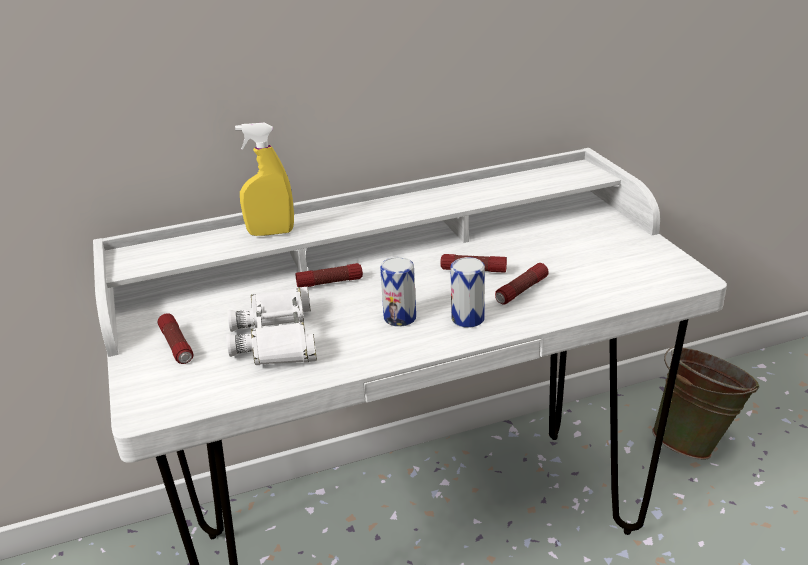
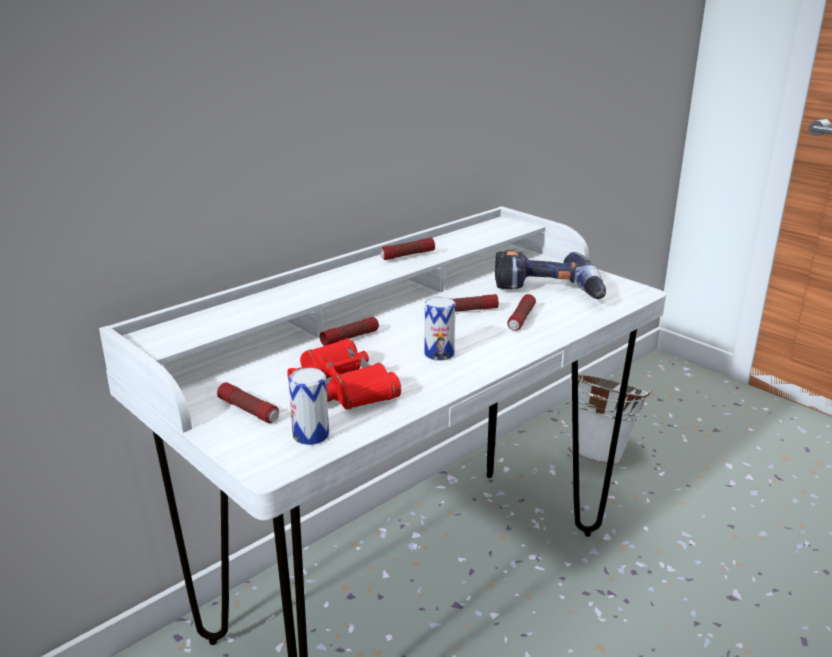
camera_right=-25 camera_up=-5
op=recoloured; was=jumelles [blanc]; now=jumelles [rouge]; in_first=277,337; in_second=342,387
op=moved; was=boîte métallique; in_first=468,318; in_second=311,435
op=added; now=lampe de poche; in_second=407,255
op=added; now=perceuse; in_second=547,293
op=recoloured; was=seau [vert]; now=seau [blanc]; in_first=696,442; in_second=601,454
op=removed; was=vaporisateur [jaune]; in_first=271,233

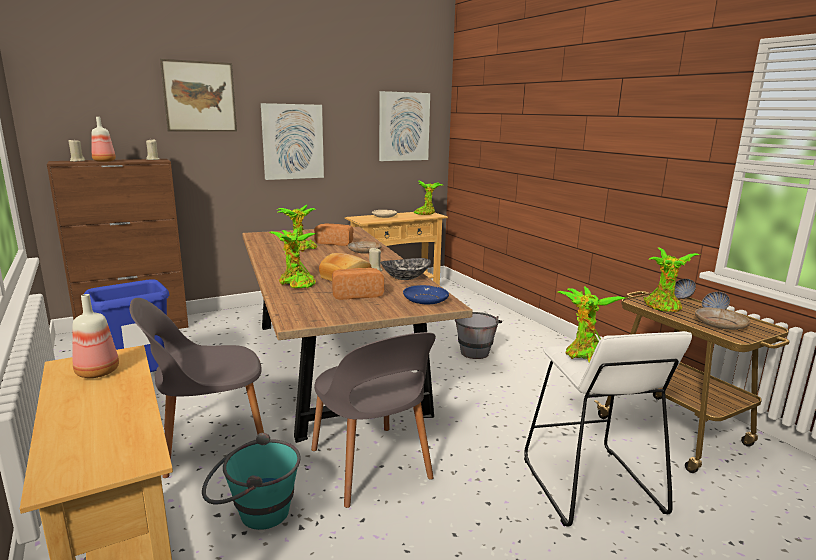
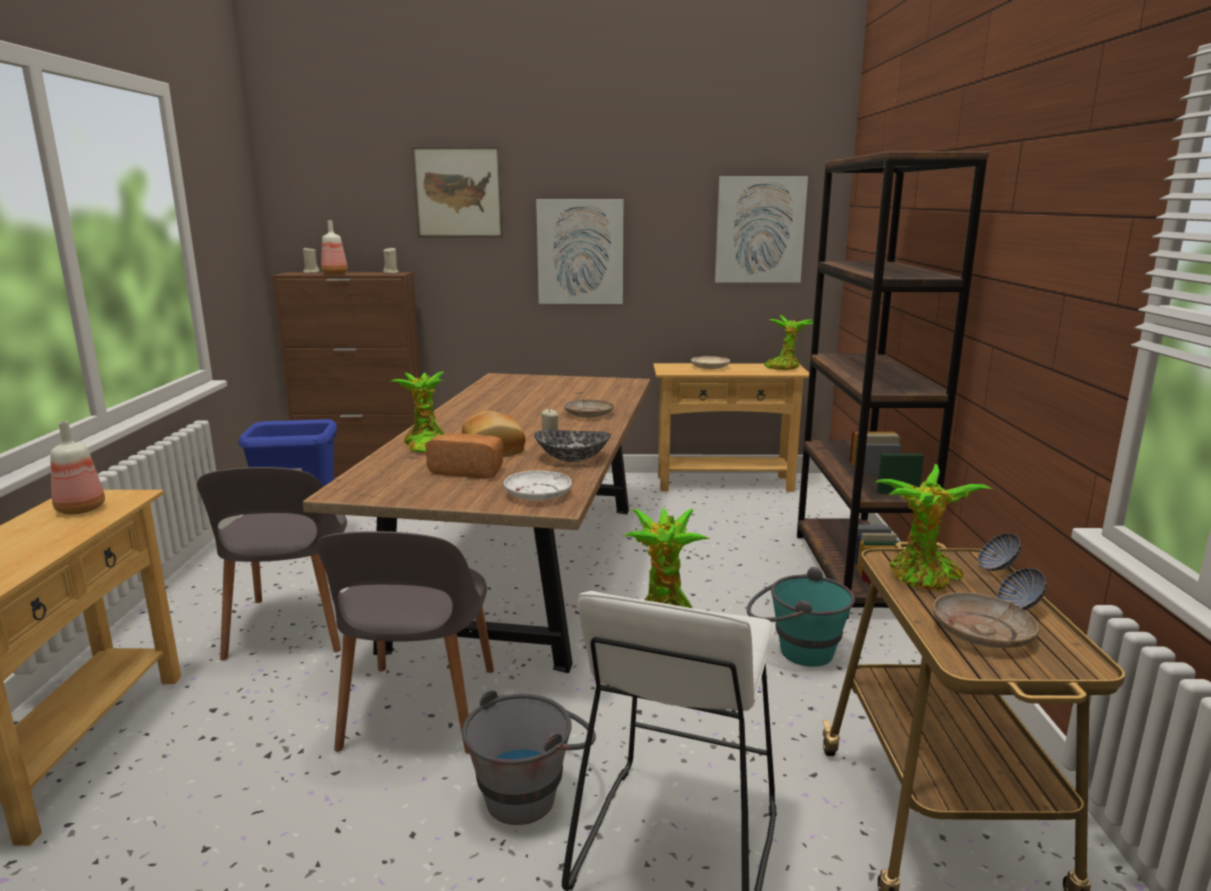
camera_right=30 camera_up=0
op=turned; was=chaise [gris]; in_first=210,443; in_second=293,627; clockwise=-105
op=moved; was=seau [gris]; in_first=475,350; in_second=531,791
op=recoloured; was=assiette [bleu]; now=assiette [blanc]; in_first=425,300; in_second=538,494
op=moved; was=seau [turquoise]; in_first=254,514; in_second=794,650
op=added; now=bibliothèque [marron]; in_second=854,573
op=removed; was=plante en pot; in_first=301,249
op=removed; was=pain; in_first=335,243

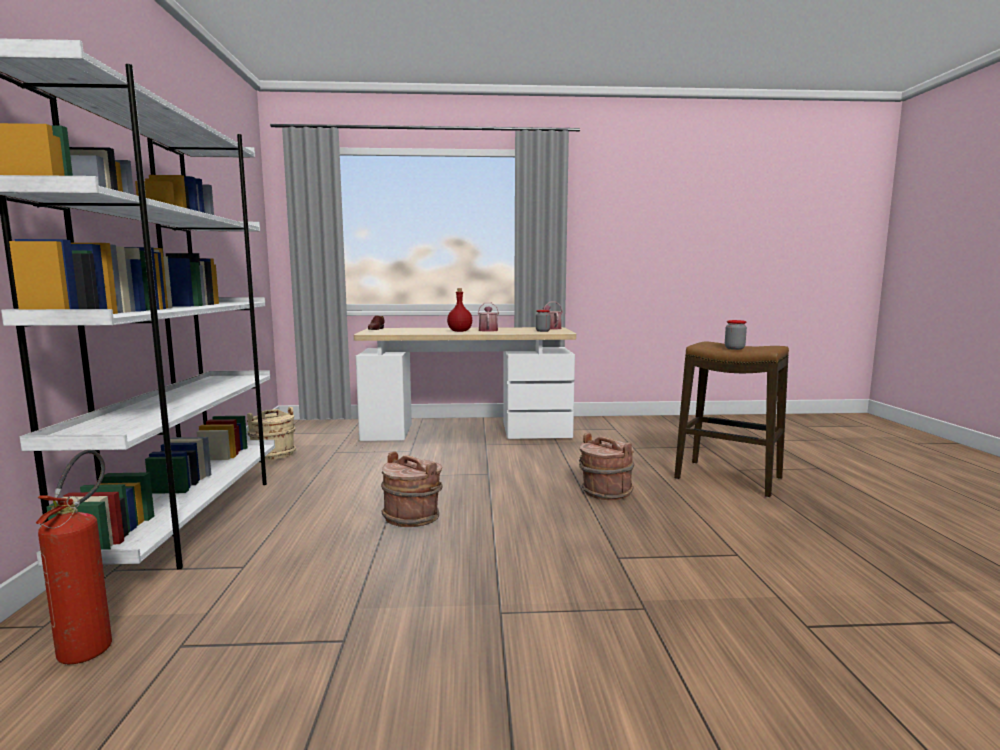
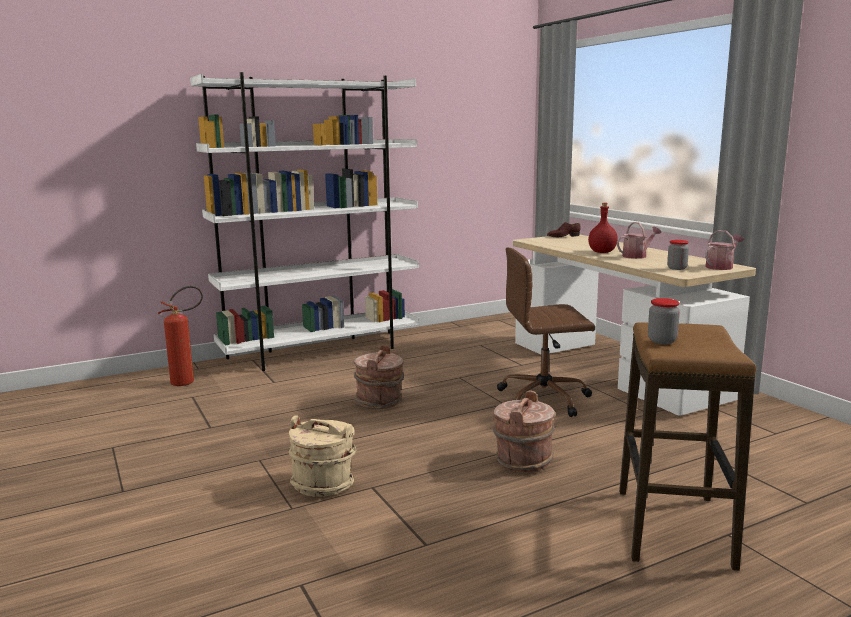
camera_right=65 camera_up=5
op=moved; was=seau [beige]; in_first=273,455; in_second=323,484
op=added; now=chaise de bureau [marron]; in_second=545,398

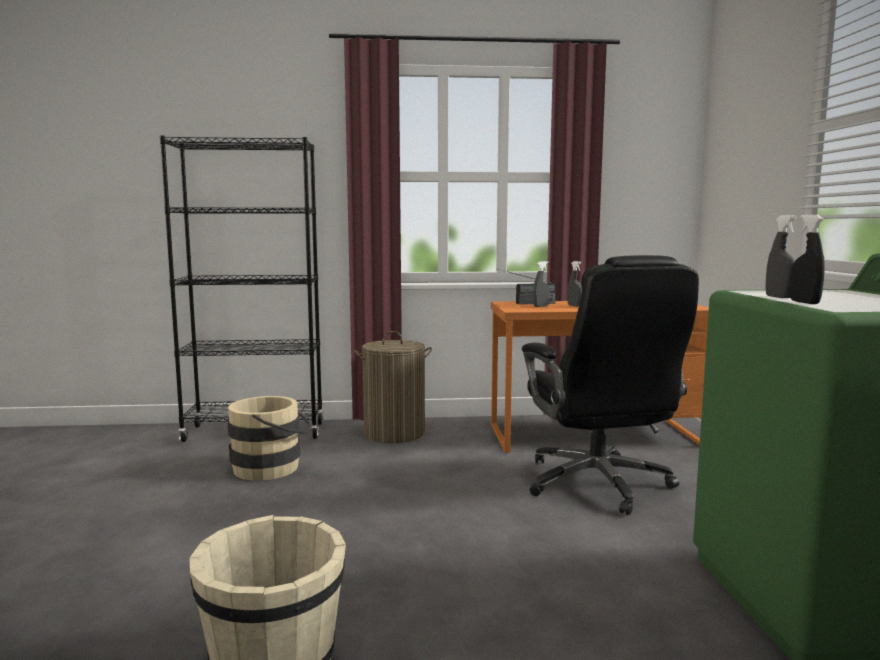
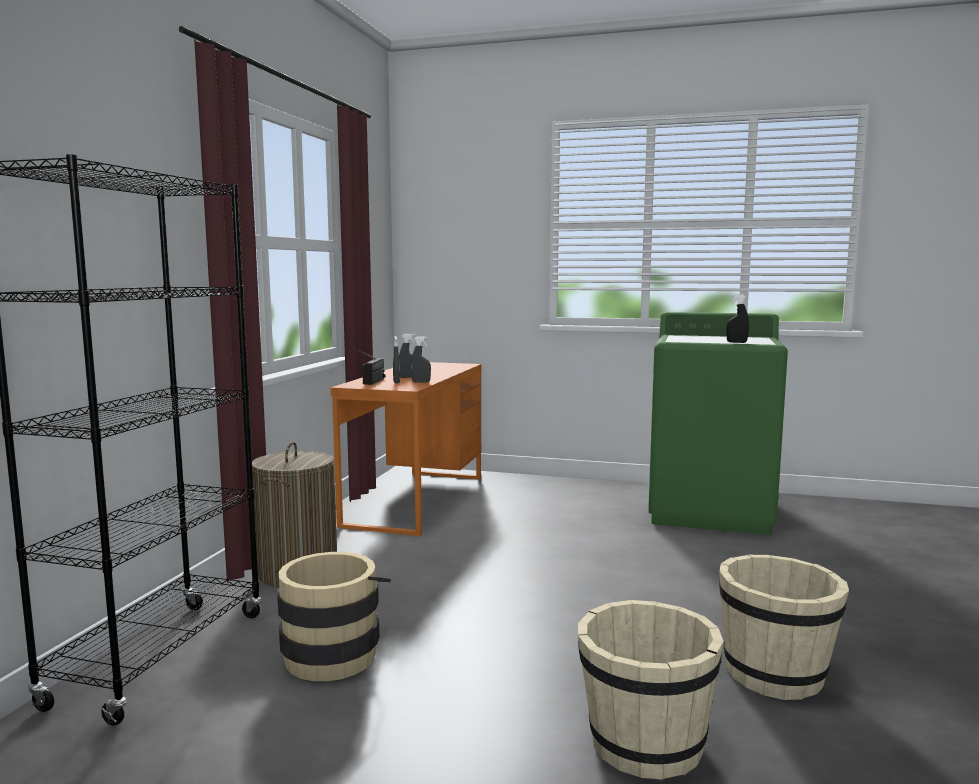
camera_right=-70 camera_up=0
op=moved; was=vaporisateur [gris]; in_first=778,297; in_second=421,382
op=added; now=seau [beige]; in_second=644,744
op=removed; was=chaise de bureau [noir]; in_first=598,484

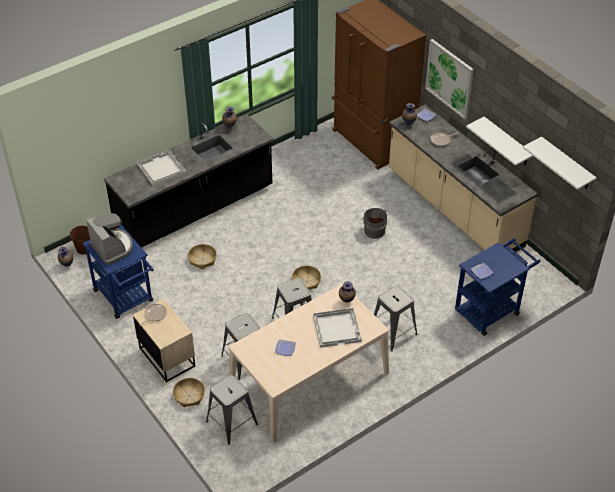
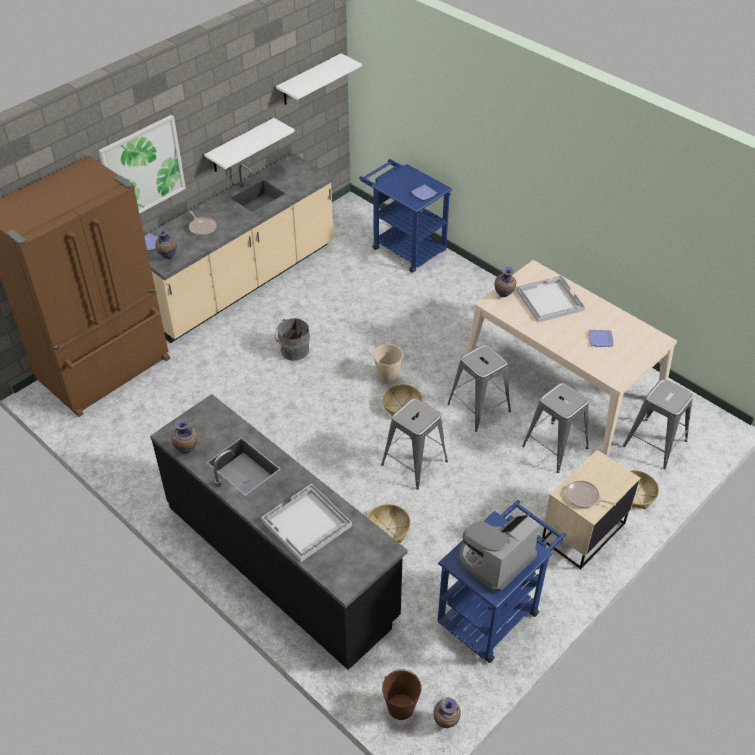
camera_right=-100 camera_up=0
op=added; now=seau [beige]; in_second=388,376
op=moved; was=tabouret [gris]; in_first=392,332; in_second=414,463

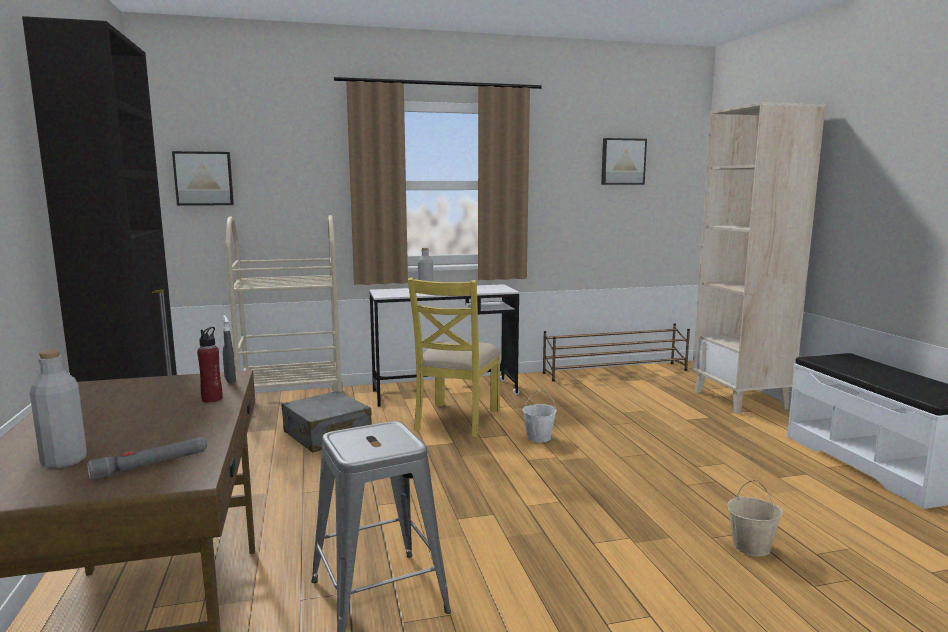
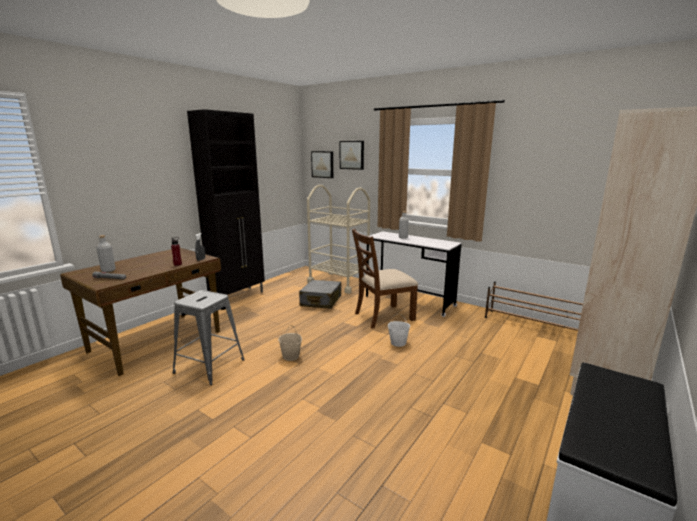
camera_right=50 camera_up=5
op=moved; was=seau [beige]; in_first=751,547; in_second=291,356
op=moved; was=tableau; in_first=622,161; in_second=352,155
op=recoloured; was=chaise [jaune]; now=chaise [marron]; in_first=456,419; in_second=383,316

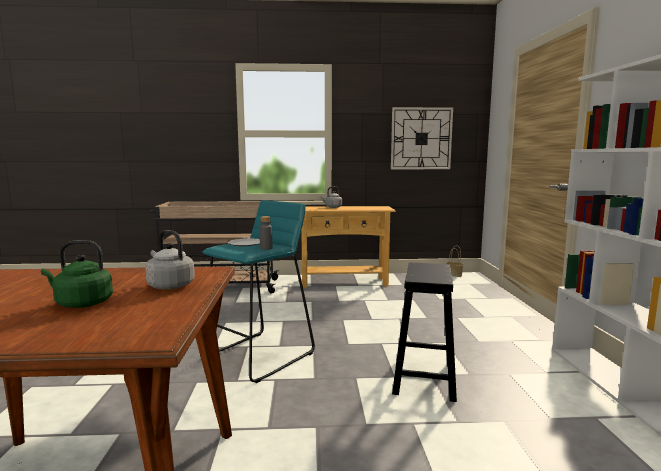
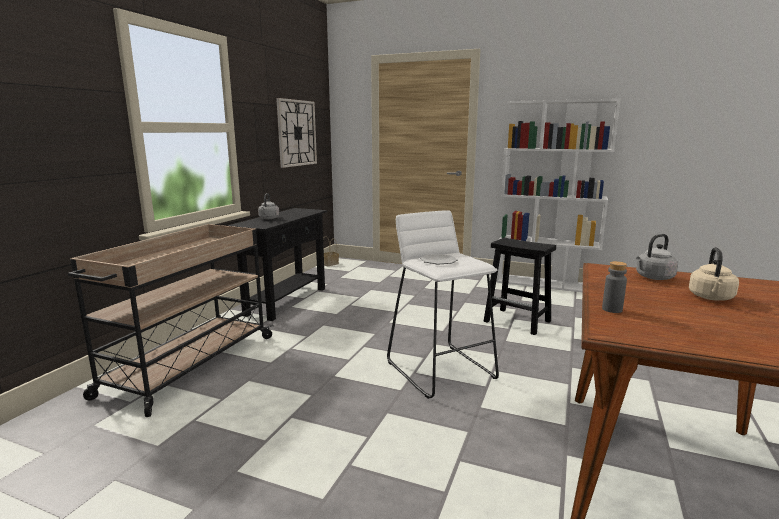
camera_right=-65 camera_up=5
op=recoloured; was=table console [beige]; now=table console [noir]; in_first=344,282; in_second=286,301
op=recoloured; was=tabouret [turquoise]; now=tabouret [blanc]; in_first=259,356; in_second=441,369
op=moved; was=bouteille [gris]; in_first=266,248; in_second=612,309
op=recoloured; was=bouilloire [vert]; now=bouilloire [beige]; in_first=81,303; in_second=711,298

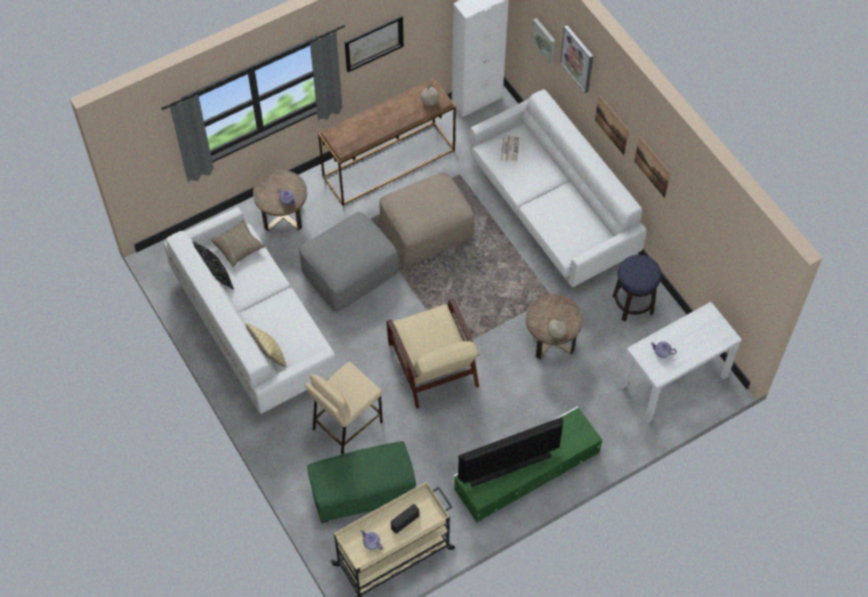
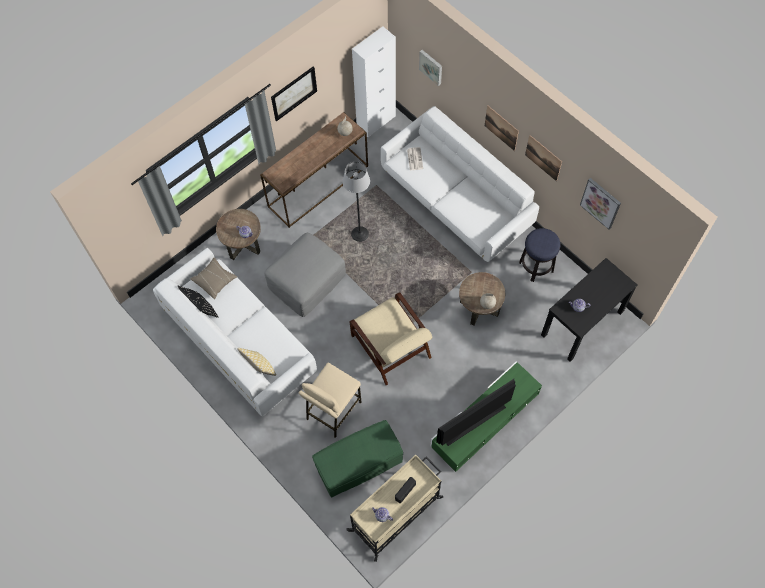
camera_right=-10 camera_up=5
op=replaced; was=pouf [beige]; now=lampadaire; in_first=426,228; in_second=360,234
op=recoloured; was=table console [blanc]; now=table console [noir]; in_first=673,381; in_second=582,323
op=moved; was=tableau; in_first=577,58; in_second=600,203

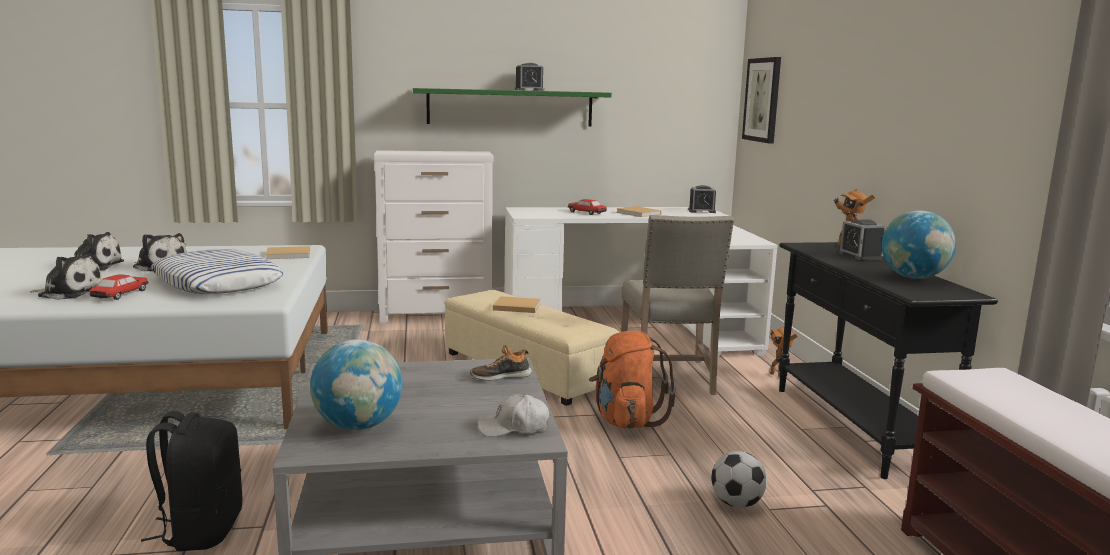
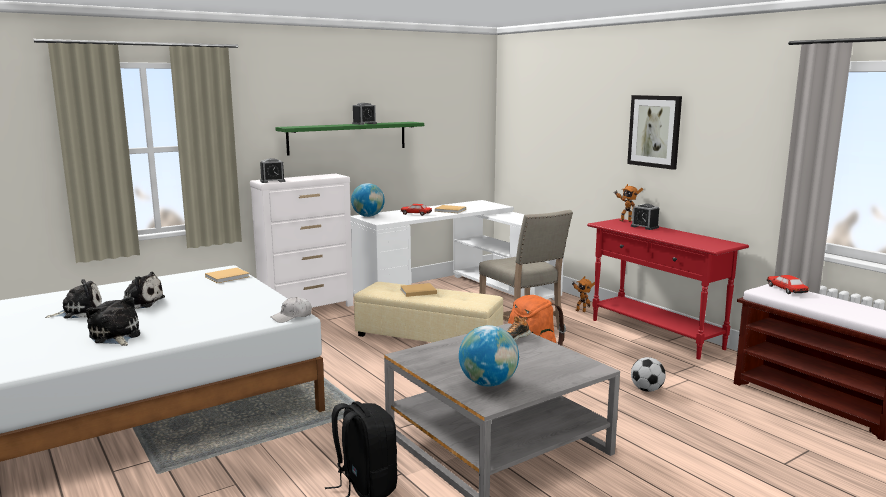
camera_right=-25 camera_up=0
op=turned; was=peluche; in_first=69,292; in_second=115,336; clockwise=-105
op=moved; was=réveil; in_first=701,211; in_second=272,181
op=moved; was=casquette [blanc]; in_first=514,428; in_second=292,317
op=moved; was=globe; in_first=913,277; in_second=368,216
op=recoloured; was=table console [noir]; now=table console [rouge]; in_first=855,428; in_second=656,334
op=moved; was=tableau; in_first=762,100; in_second=654,131
op=moved; was=petite voiture; in_first=120,295; in_second=786,290
op=removed; was=coussin; in_first=218,282

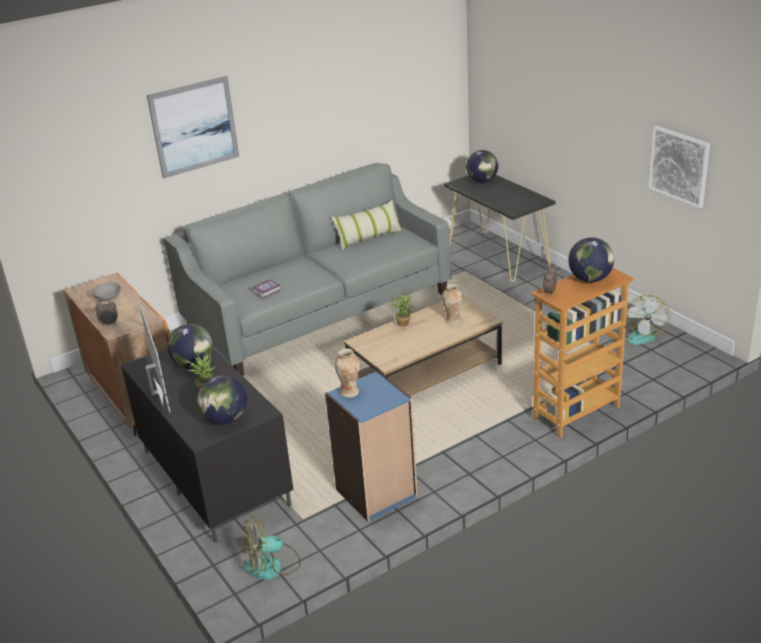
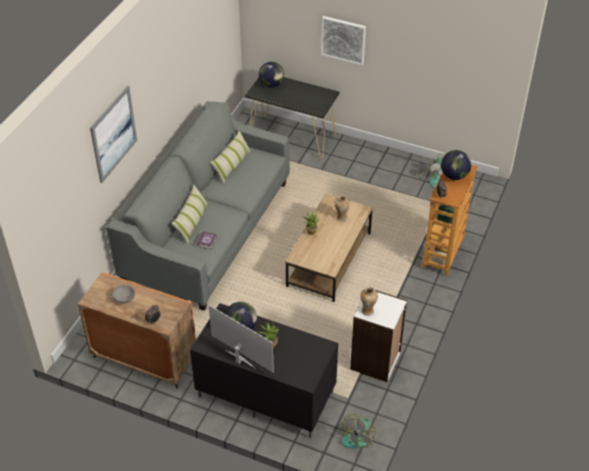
camera_right=-35 camera_up=15
op=added; now=coussin; in_second=192,222
op=moved; was=tableau; in_first=679,166; in_second=343,40
op=recoloured; was=bibliothèque [bleu]; now=bibliothèque [blanc]; in_first=377,494; in_second=376,361
op=removed; was=globe; in_first=225,419

